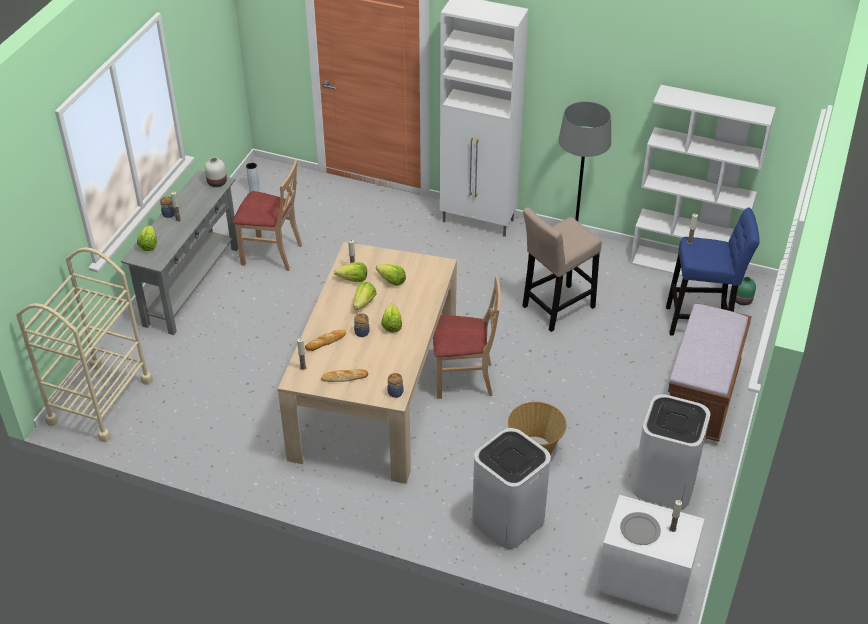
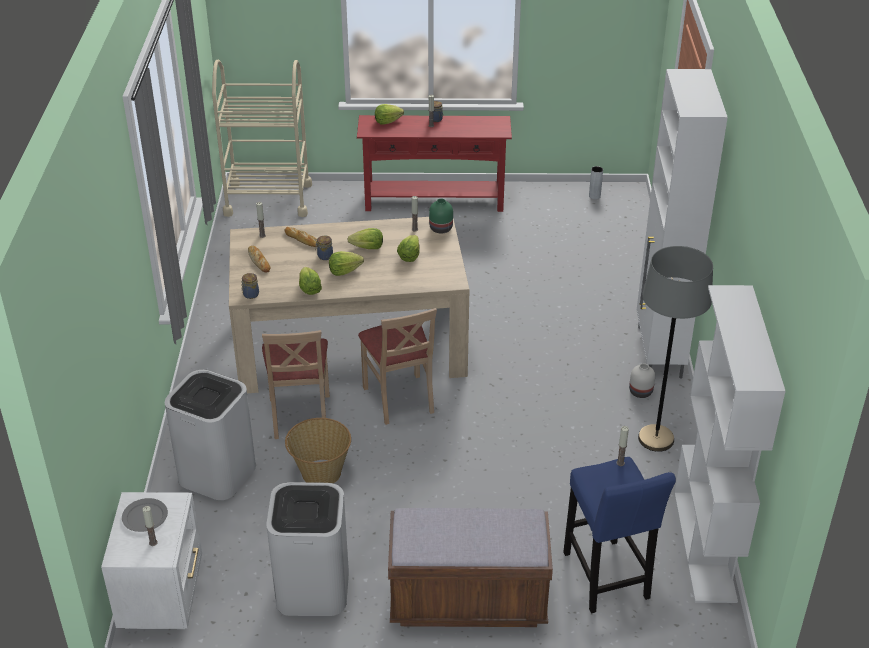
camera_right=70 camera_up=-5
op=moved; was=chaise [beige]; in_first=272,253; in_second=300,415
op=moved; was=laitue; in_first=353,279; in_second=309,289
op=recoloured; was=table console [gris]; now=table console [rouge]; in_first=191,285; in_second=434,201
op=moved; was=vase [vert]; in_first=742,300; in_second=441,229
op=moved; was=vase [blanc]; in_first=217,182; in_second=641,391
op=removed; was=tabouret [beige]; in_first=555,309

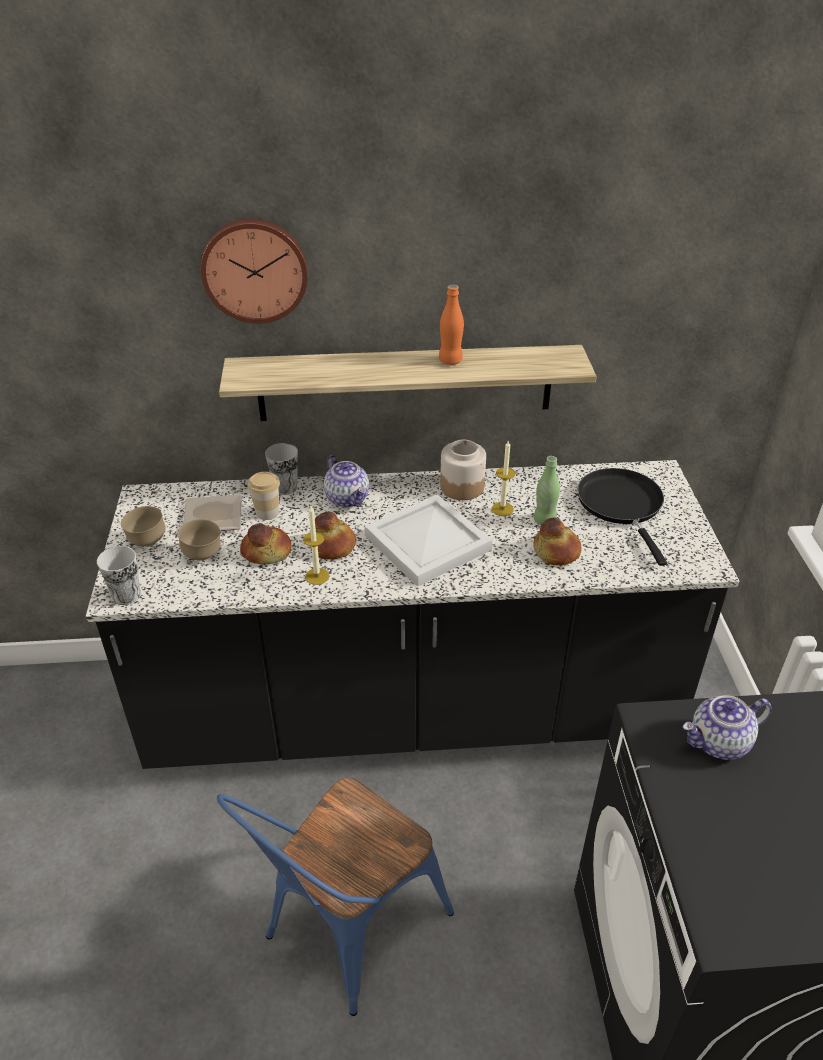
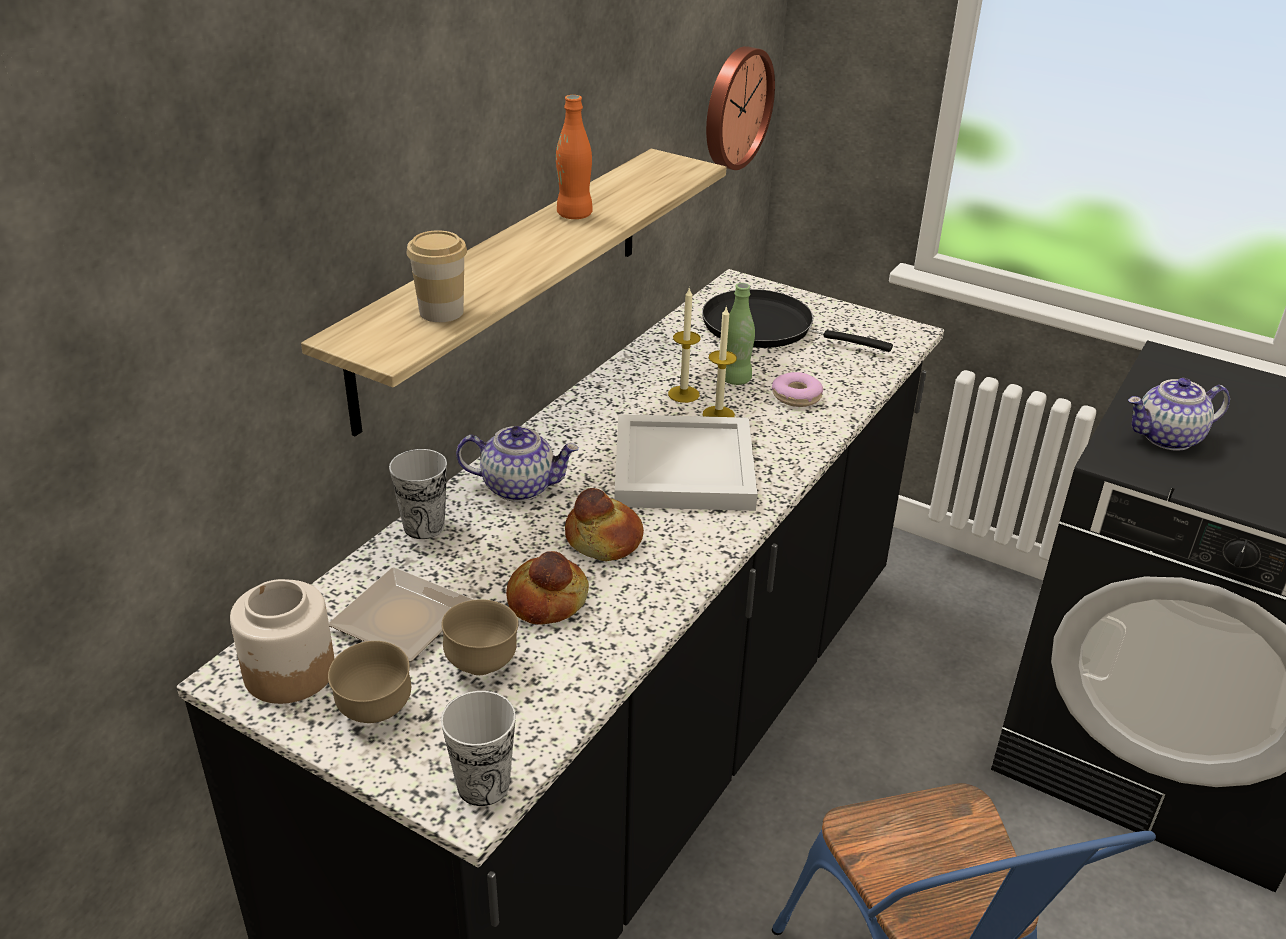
camera_right=-55 camera_up=-5
op=moved; was=bocal; in_first=462,487; in_second=289,671
op=moved; was=tasse; in_first=267,512; in_second=441,312
op=moved; was=bougie; in_first=317,576; in_second=718,415
op=moved; was=horloge murale; in_first=255,269; in_second=734,107
op=replaced; was=pain; now=beignet; in_first=557,551; in_second=796,397
op=turned; was=théière; in_first=719,743; in_second=1167,438; clockwise=60

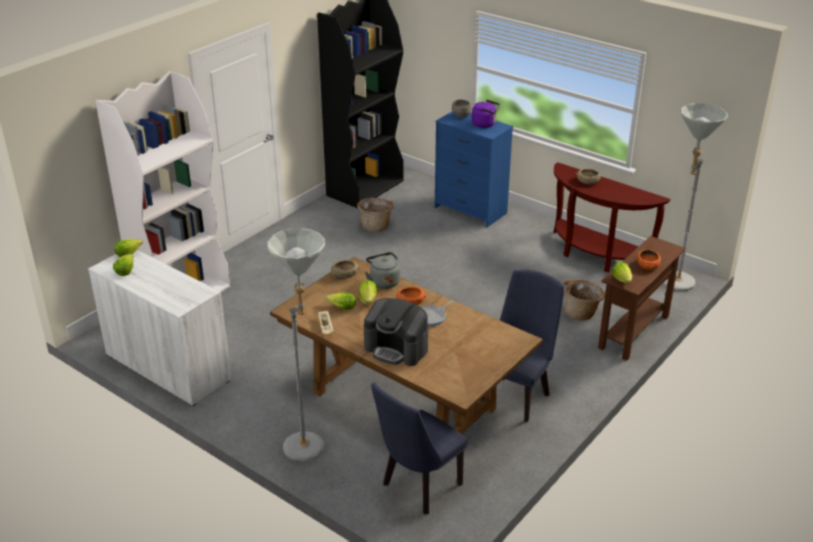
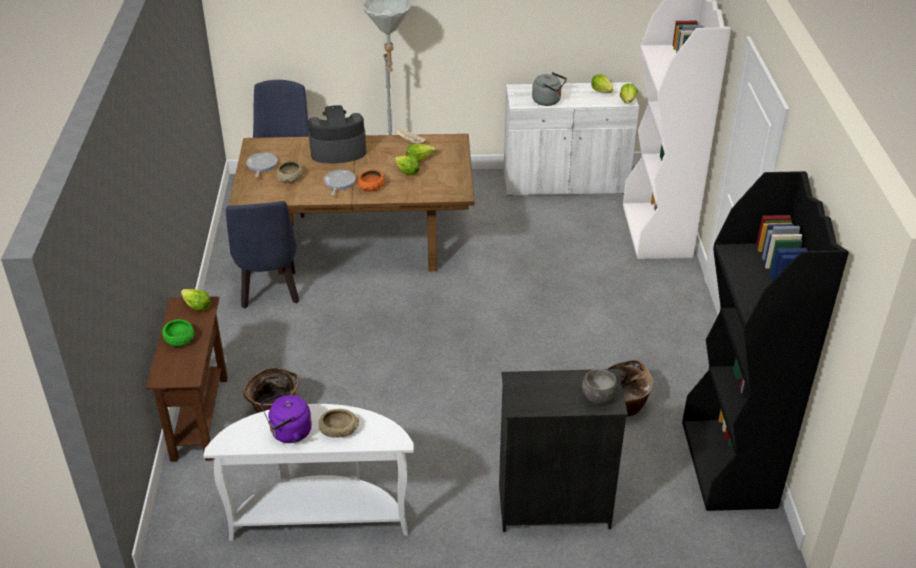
camera_right=140 camera_up=5
op=recoloured; was=bol [orange]; now=bol [vert]; in_first=648,265; in_second=179,339
op=recoloured; was=table console [marron]; now=table console [blanc]; in_first=595,255; in_second=320,517
op=added; now=poêle; in_second=261,165
op=moved; was=bouilloire [violet]; in_first=485,124; in_second=288,433
op=moved; was=bol [beige]; in_first=344,274; in_second=290,178
op=recoloured; was=commode [bleu]; now=commode [noir]; in_first=470,210; in_second=553,506
op=moved; was=bouilloire [gris]; in_first=383,281; in_second=548,101
op=removed; was=lampadaire [gris]; in_first=674,285

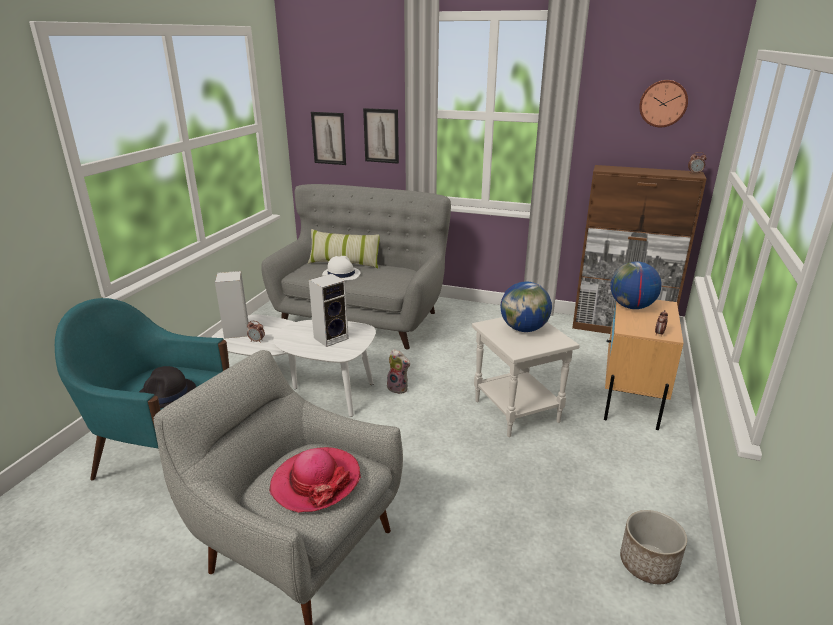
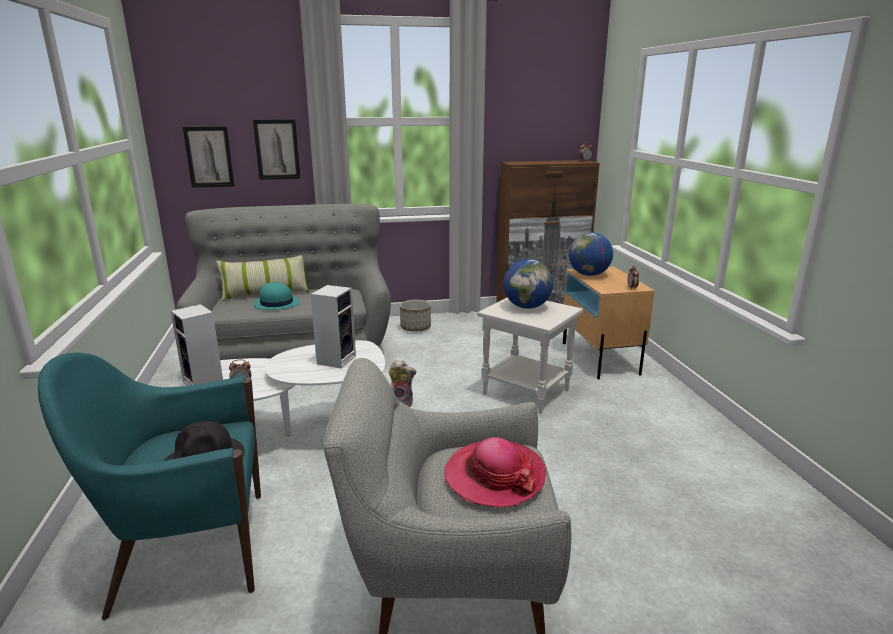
camera_right=-30 camera_up=-5
op=recoloured; was=chapeau [blanc]; now=chapeau [turquoise]; in_first=341,274; in_second=276,303
op=moved; was=cache-pot; in_first=648,564; in_second=415,328
op=removed; was=horloge murale; in_first=663,103

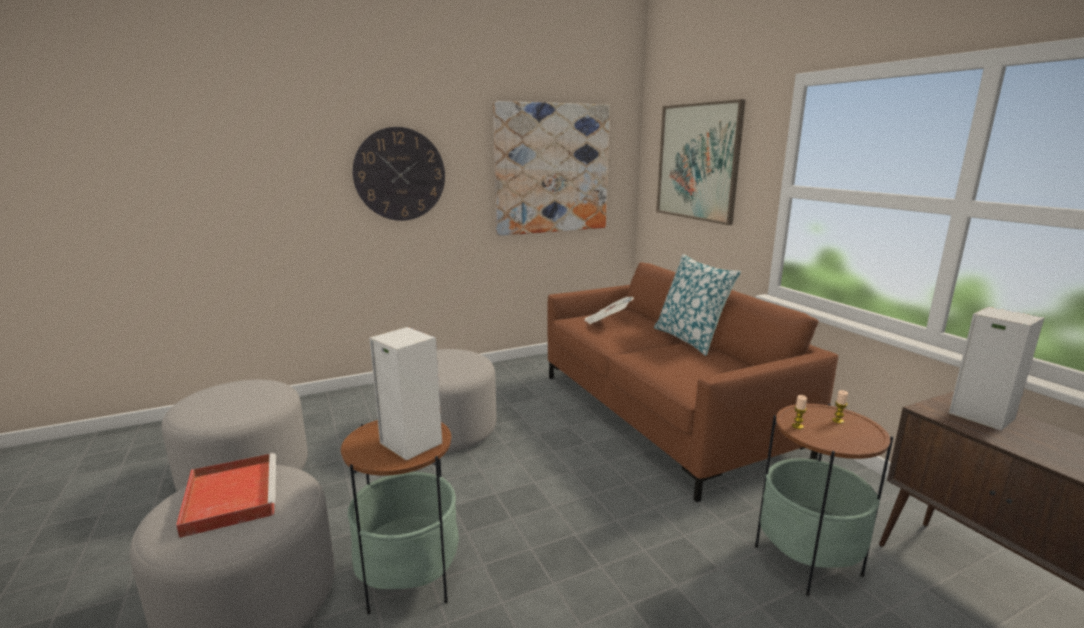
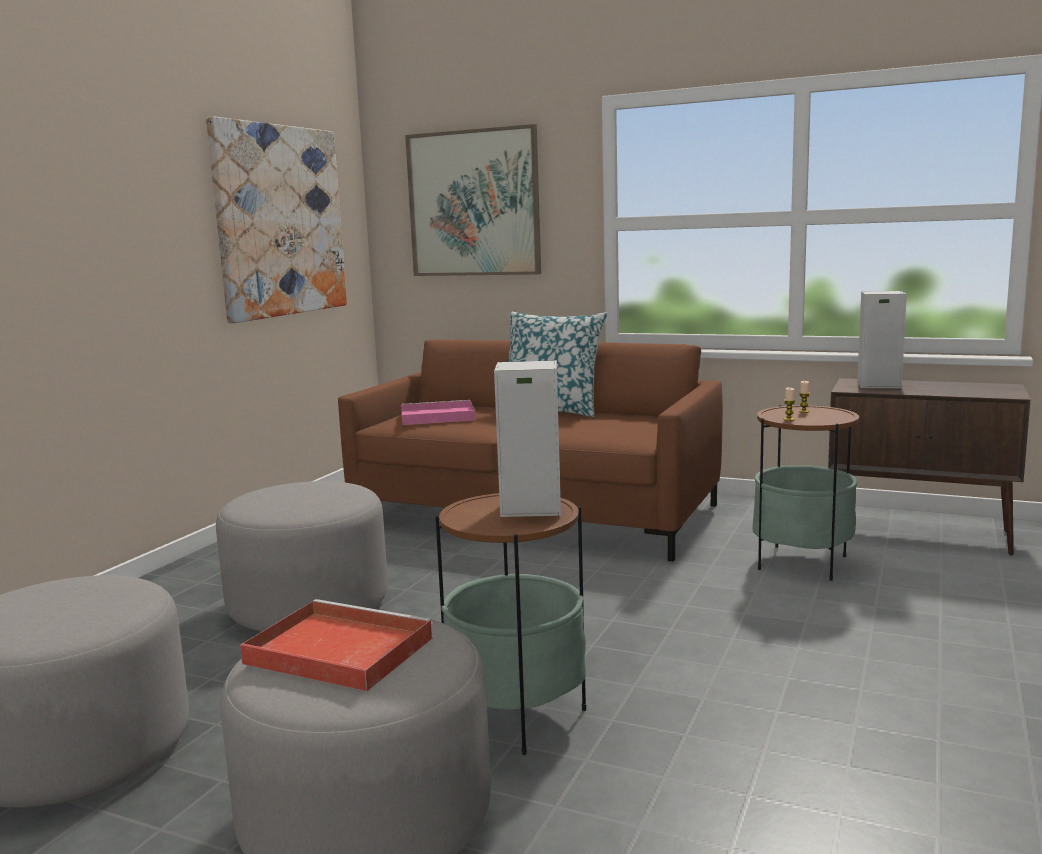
camera_right=-40 camera_up=-5
op=replaced; was=journal; now=plateau [rose]; in_first=607,322; in_second=436,417
op=removed; was=horloge murale; in_first=400,174

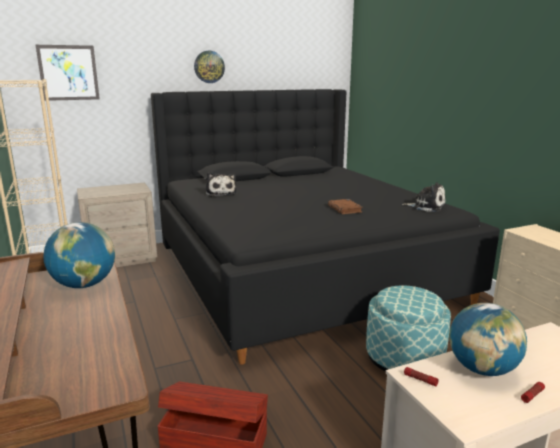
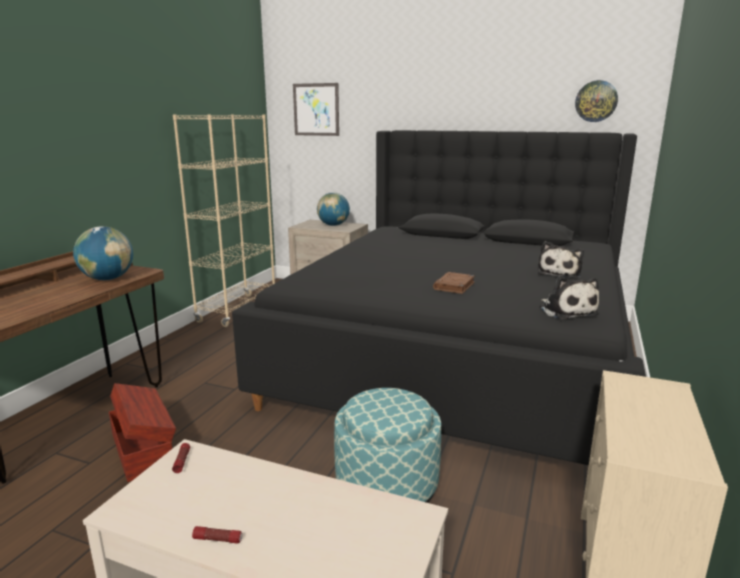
camera_right=45 camera_up=0
op=moved; was=globe; in_first=482,369; in_second=333,225
op=moved; was=peluche; in_first=220,193; in_second=560,273
op=moved; was=horloge murale; in_first=209,67; in_second=596,101

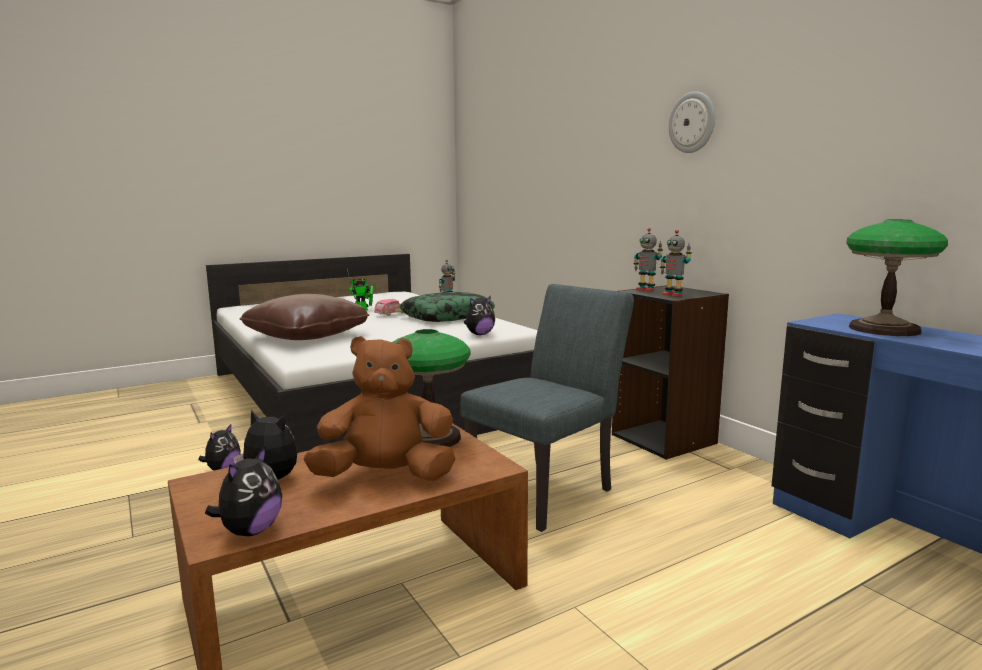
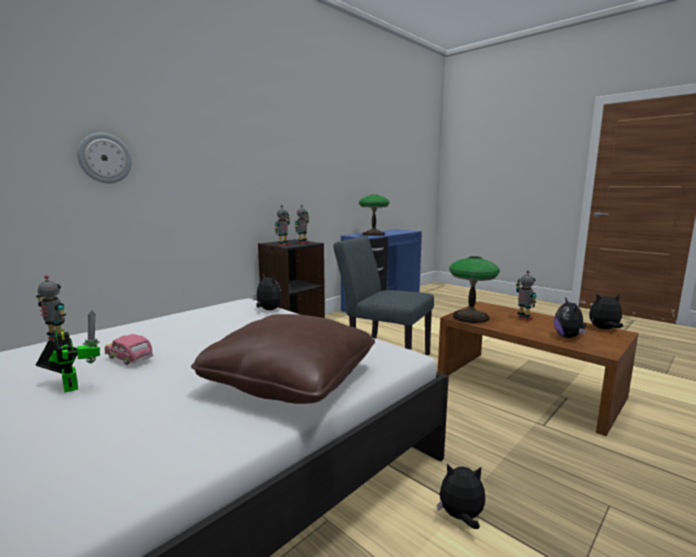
camera_right=-105 camera_up=0
op=moved; was=horloge murale; in_first=692,122; in_second=105,158
op=replaced; was=peluche [marron]; now=robot jouet; in_first=386,476; in_second=523,318
op=removed; was=coussin; in_first=447,316

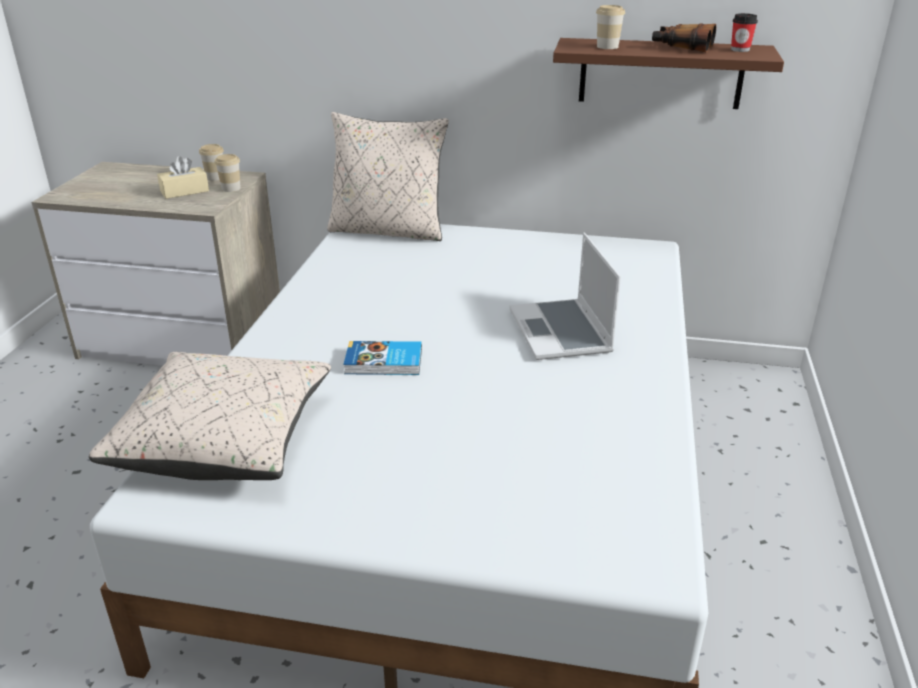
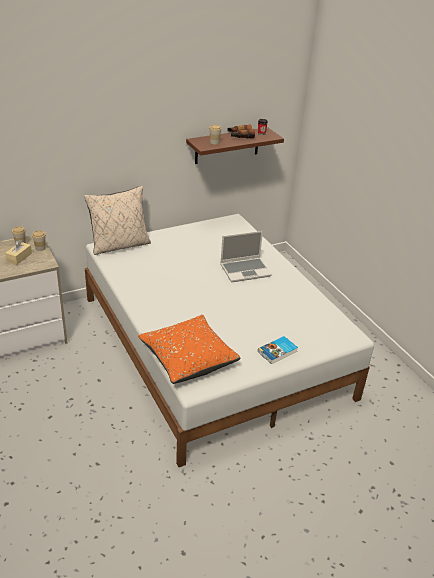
camera_right=-40 camera_up=5
op=recoloured; was=coussin [beige]; now=coussin [orange]; in_first=224,439; in_second=188,358
op=turned; was=ordinateur portable; in_first=561,332; in_second=245,270; clockwise=-60
op=moved; was=livre; in_first=384,363; in_second=278,352

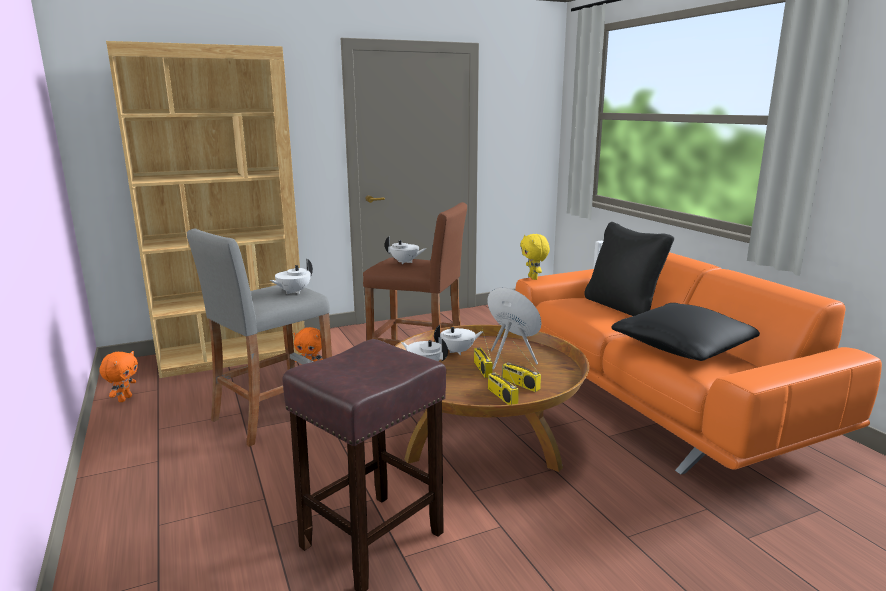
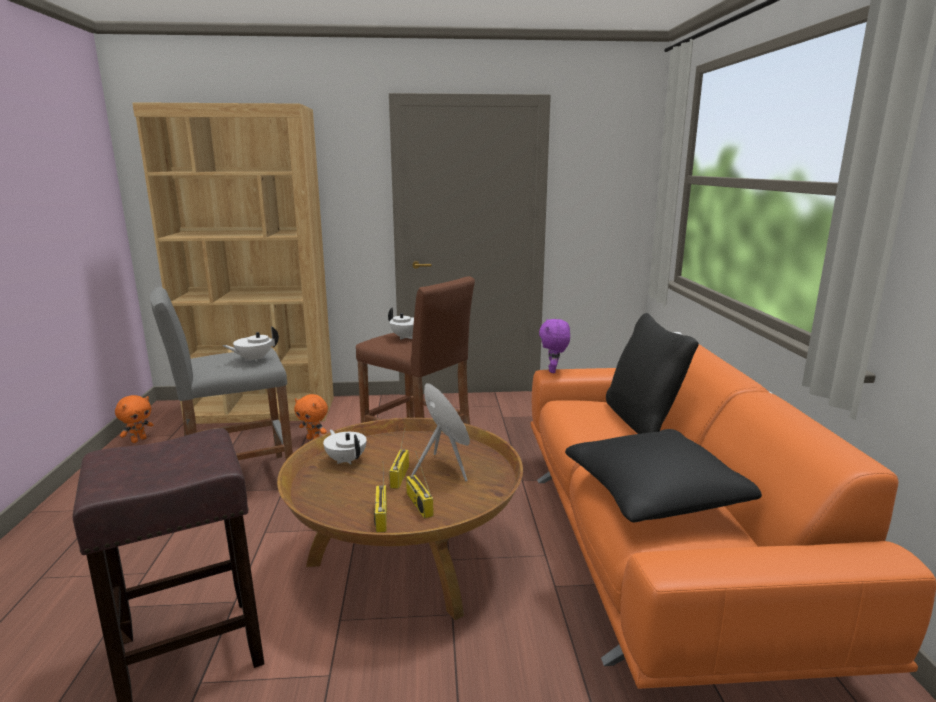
camera_right=20 camera_up=0
op=recoloured; was=peluche [jaune]; now=peluche [violet]; in_first=533,278; in_second=553,371
op=removed; was=théière [blanc]; in_first=458,351

